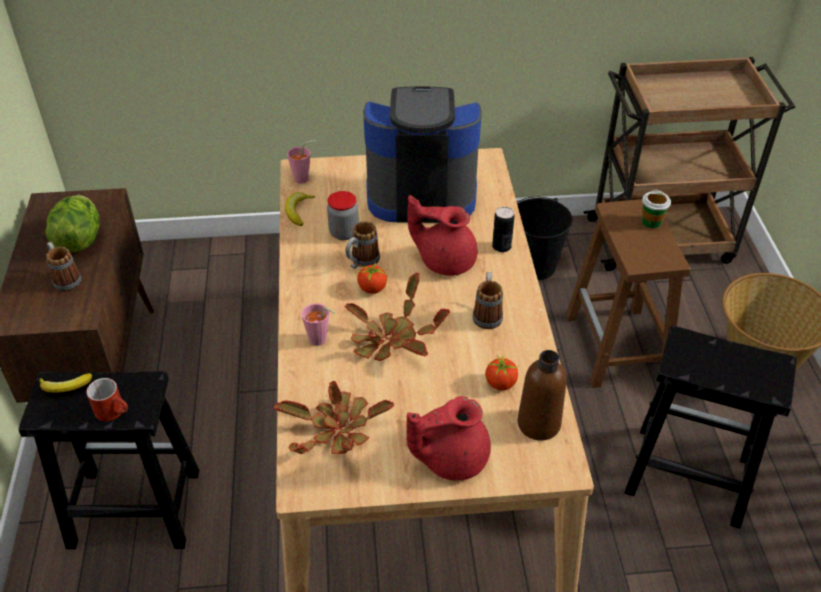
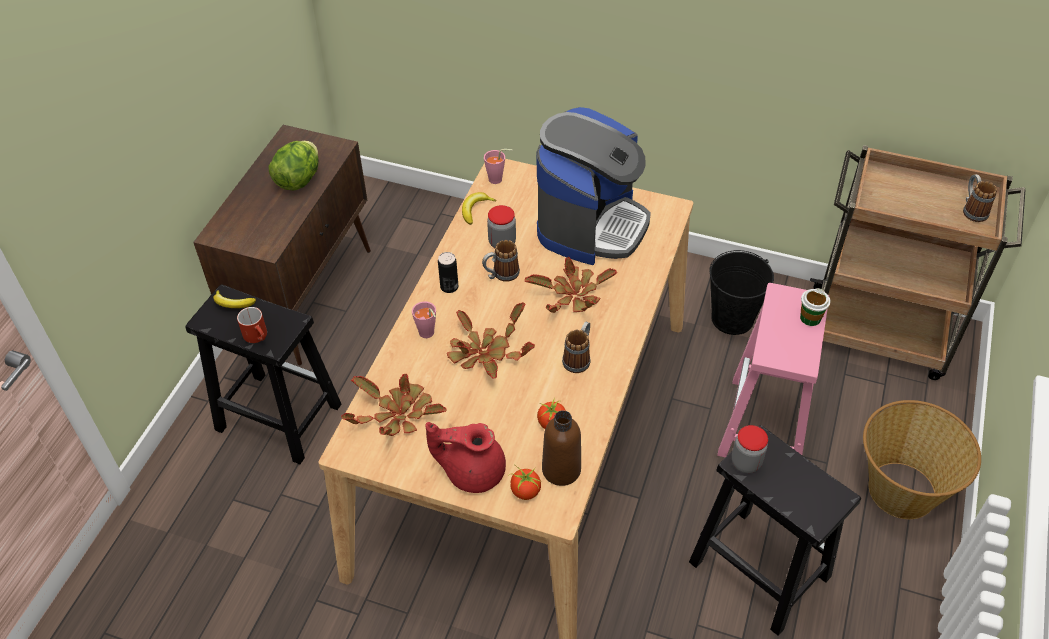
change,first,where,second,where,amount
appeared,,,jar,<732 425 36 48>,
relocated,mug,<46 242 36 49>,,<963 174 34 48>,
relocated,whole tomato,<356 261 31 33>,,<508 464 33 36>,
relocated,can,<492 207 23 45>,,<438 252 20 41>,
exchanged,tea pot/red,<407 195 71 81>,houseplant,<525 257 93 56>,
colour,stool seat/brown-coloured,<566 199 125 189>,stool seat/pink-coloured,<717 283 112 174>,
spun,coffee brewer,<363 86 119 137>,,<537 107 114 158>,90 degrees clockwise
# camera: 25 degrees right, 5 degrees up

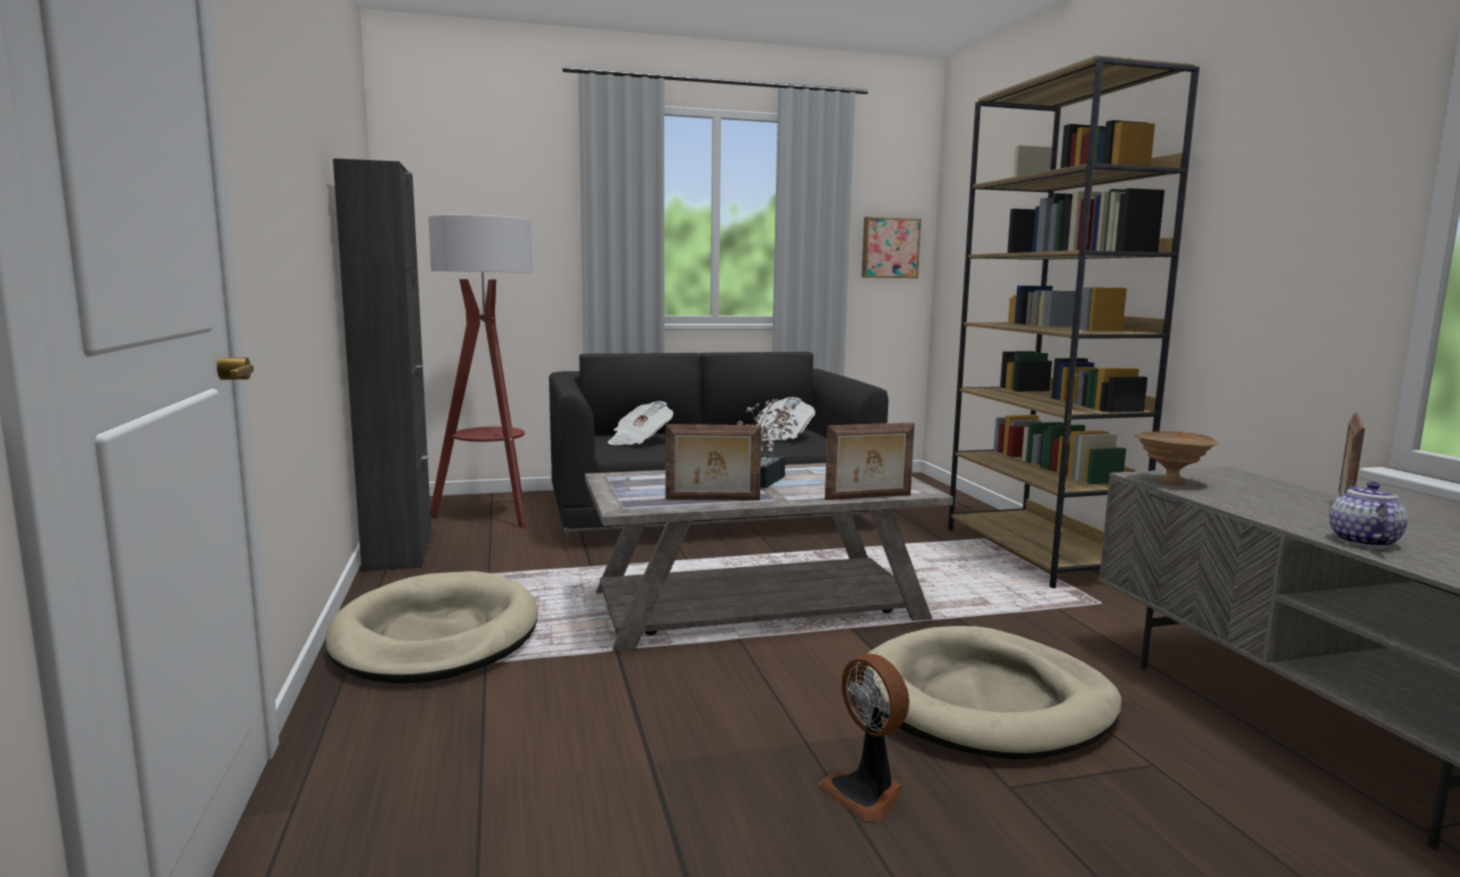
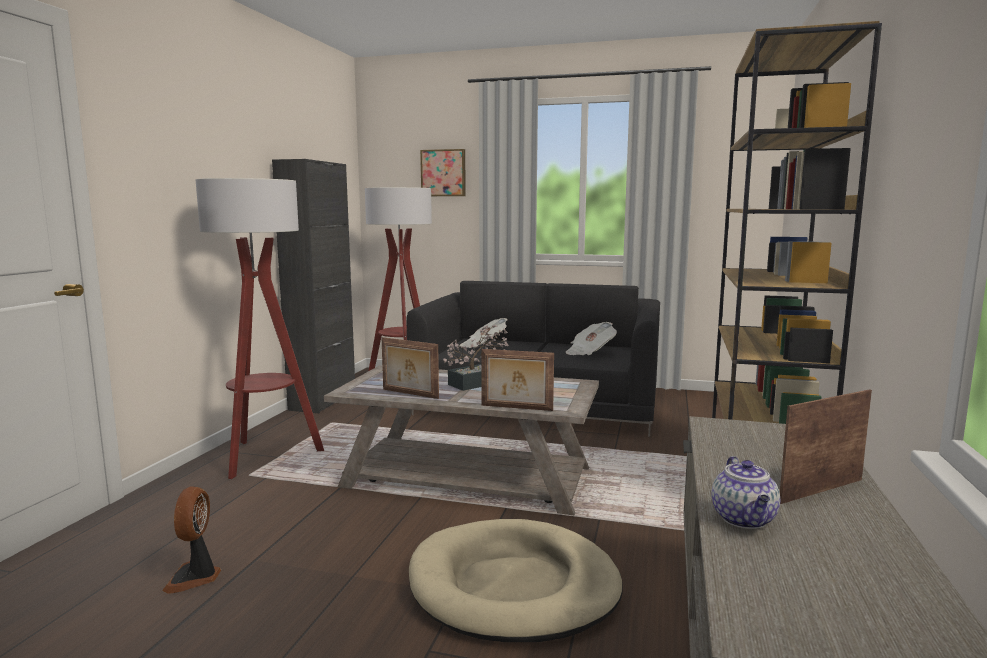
change,first,where,second,where,amount
missing,deep dish/brown-coloured,<1135 431 83 54>,,,
relocated,cooling fan,<818 653 91 169>,,<162 486 59 108>,
relocated,wall art,<862 217 59 61>,,<420 149 46 47>,
exchanged,pet bed/sand-coloured,<326 571 212 113>,floor lamp,<196 178 128 301>,
spun,tea pot,<1329 482 79 66>,,<711 456 69 73>,135 degrees clockwise
# camera: 30 degrees right, 0 degrees up

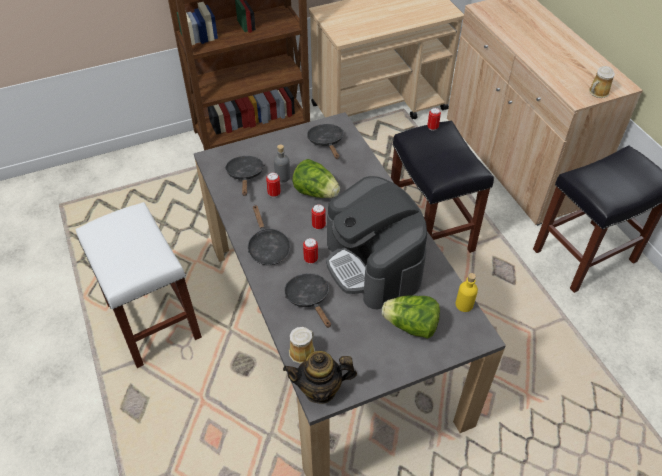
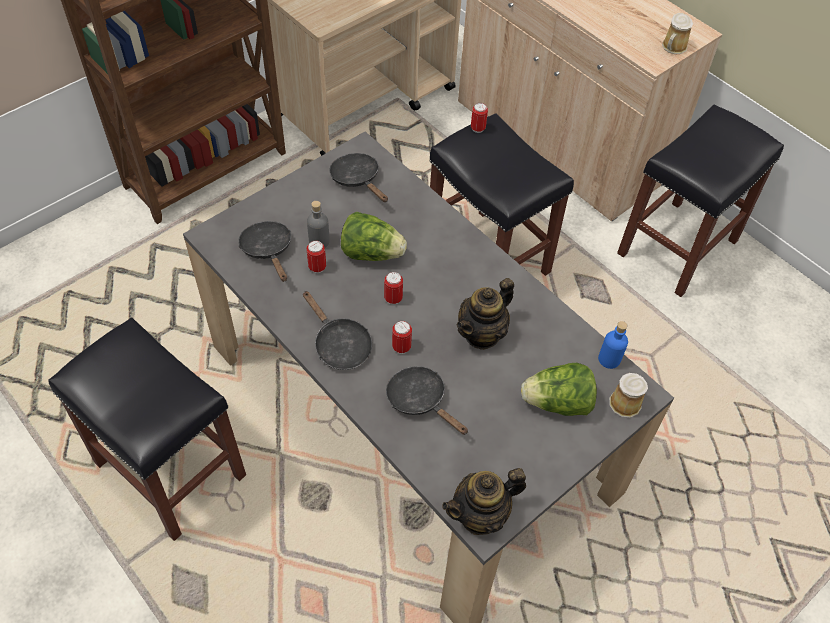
change,first,where,second,where,amount
relocated,mug,<289 327 26 37>,,<609 373 39 44>,
exchanged,coffee brewer,<326 176 101 134>,tea pot,<457 278 57 72>,
colour,stool seat/whitish,<76 202 126 166>,stool seat/blackish,<48 317 198 224>,
colour,beverage bottle/yellow,<456 273 22 39>,beverage bottle/bluish,<598 321 30 48>,
# camera: 20 degrees left, 5 degrees up

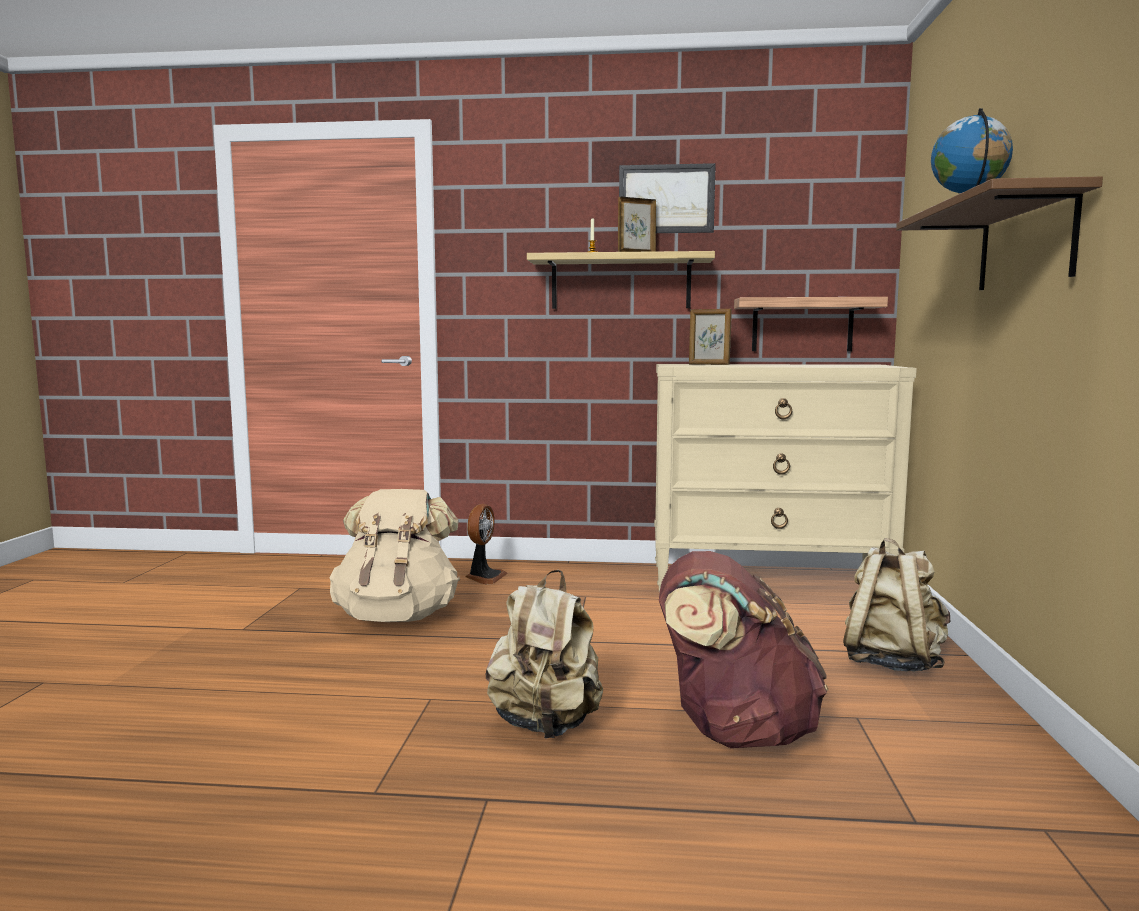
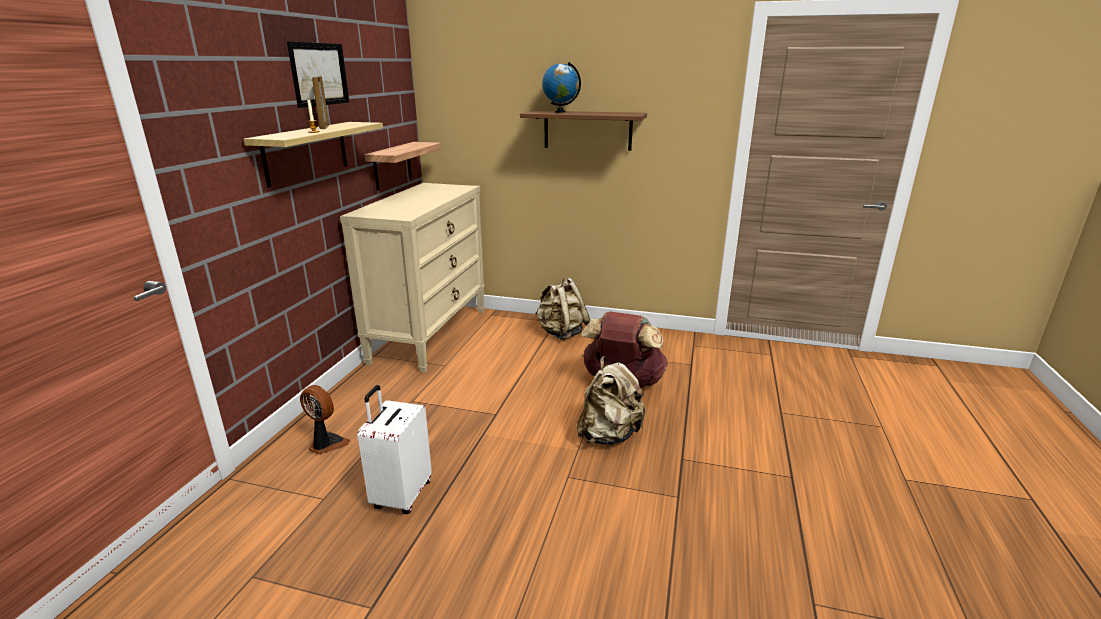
change,first,where,second,where,amount
missing,picture frame,<689 309 43 56>,,,
exchanged,backpack/sand-coloured,<330 489 130 133>,travel case/whitish,<357 385 75 129>,
# camera: 80 degrees left, 15 degrees up

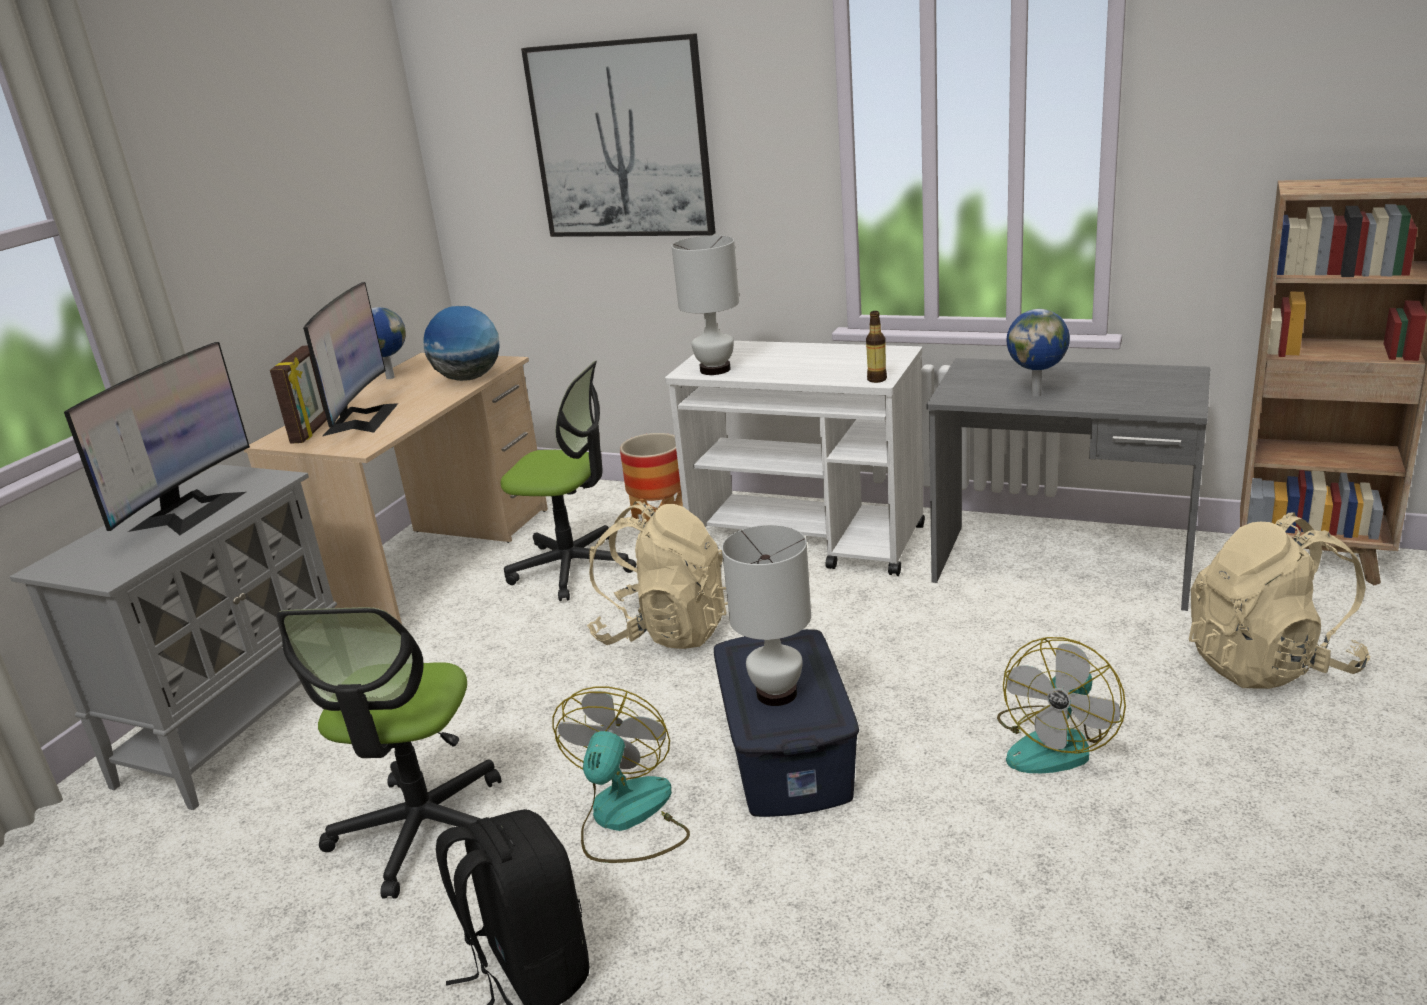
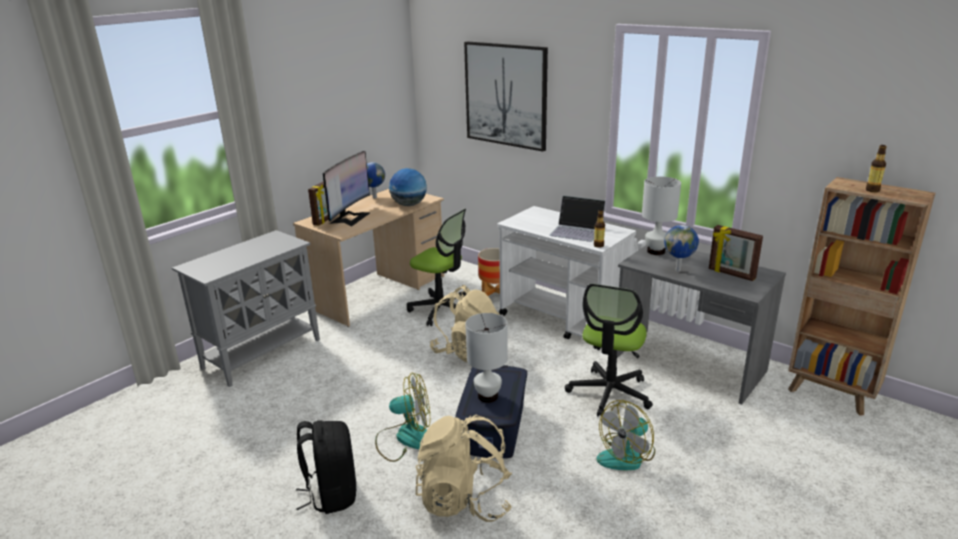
change,first,where,second,where,amount
missing,computer screen,<64 342 186 193>,,,
appeared,,,laptop,<549 196 57 46>,
appeared,,,picture frame,<709 225 54 56>,
appeared,,,beverage bottle,<866 145 21 47>,
relocated,computer chair,<276 607 225 292>,,<565 284 88 132>,
relocated,tabletop lamp/whitish,<671 235 68 140>,,<642 177 39 78>,
relocated,backpack/sand-coloured,<1189 512 181 177>,,<416 415 96 107>,
spun,cooling fan,<552 686 138 177>,,<375 372 55 90>,60 degrees clockwise
# camera: 15 degrees right, 0 degrees up

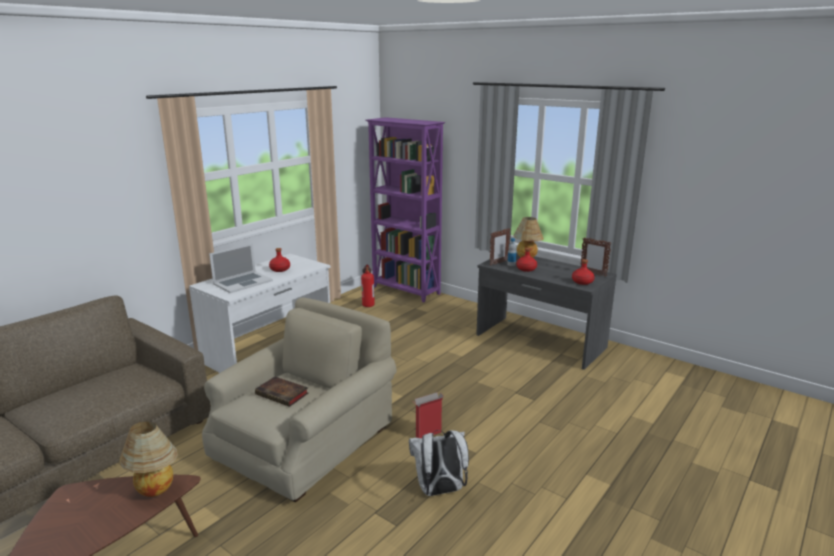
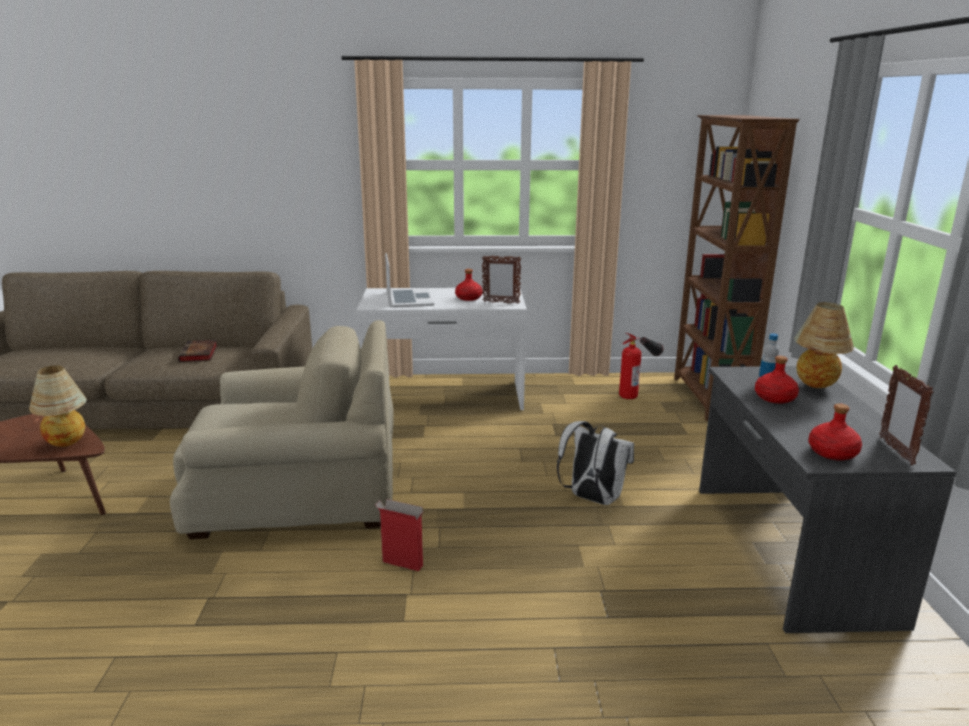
change,first,where,second,where,amount
relocated,bound book,<255 376 53 31>,,<178 340 39 22>,
relocated,backpack/whitish,<409 430 60 66>,,<557 421 77 84>,
relocated,picture frame,<490 228 20 38>,,<482 256 39 48>,
colour,bookcase/purplish,<365 117 80 186>,bookcase/brown-coloured,<674 115 126 306>,
spun,laptop,<209 243 64 50>,,<385 253 49 55>,105 degrees counterclockwise
# camera: 50 degrees right, 0 degrees up

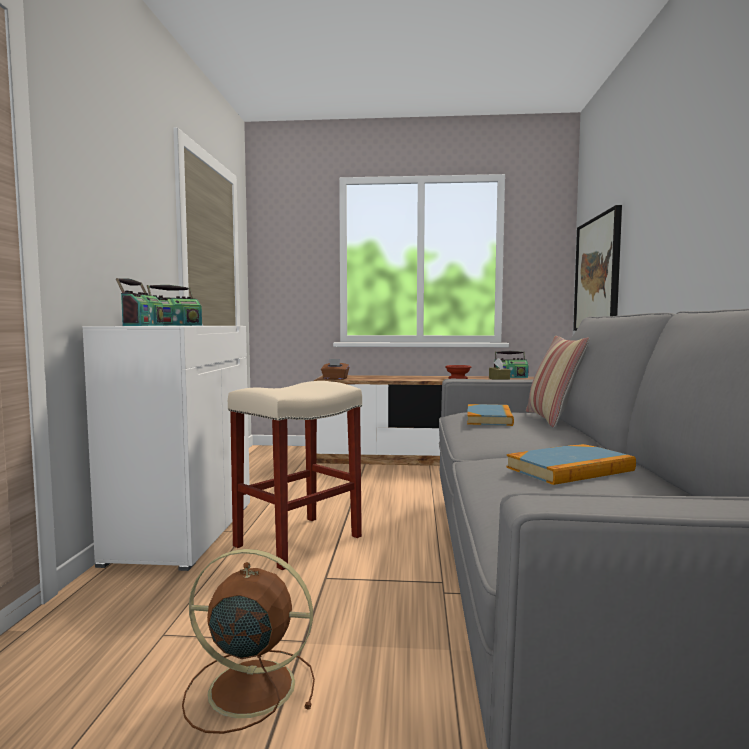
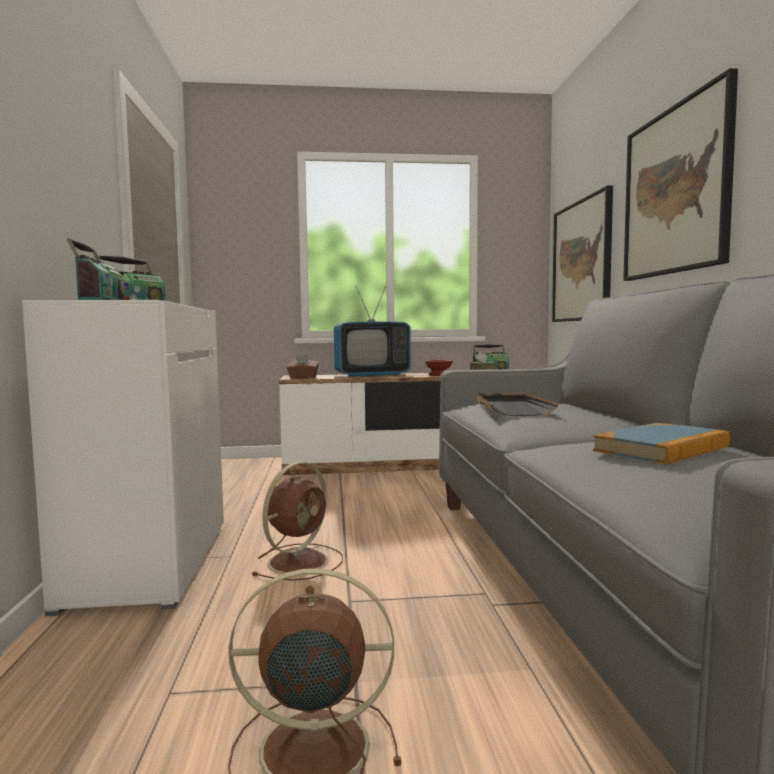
change,first,where,second,where,amount
missing,pillow,<526 336 63 92>,,,
appeared,,,TV set,<334 286 77 91>,
appeared,,,wall art,<623 68 115 213>,
exchanged,stool seat/sand-coloured,<228 381 134 189>,cooling fan/brown-coloured,<251 462 92 119>,
exchanged,bound book,<467 404 47 22>,serving tray/blackish,<477 393 81 23>,
# camera: 10 degrees left, 0 degrees up

